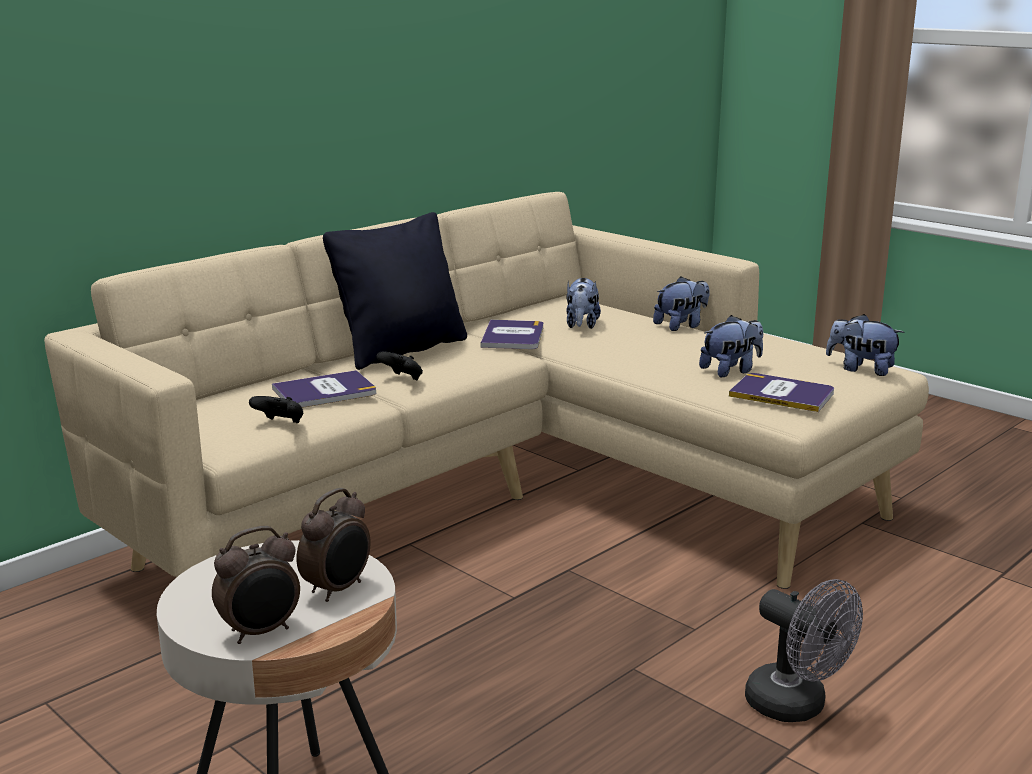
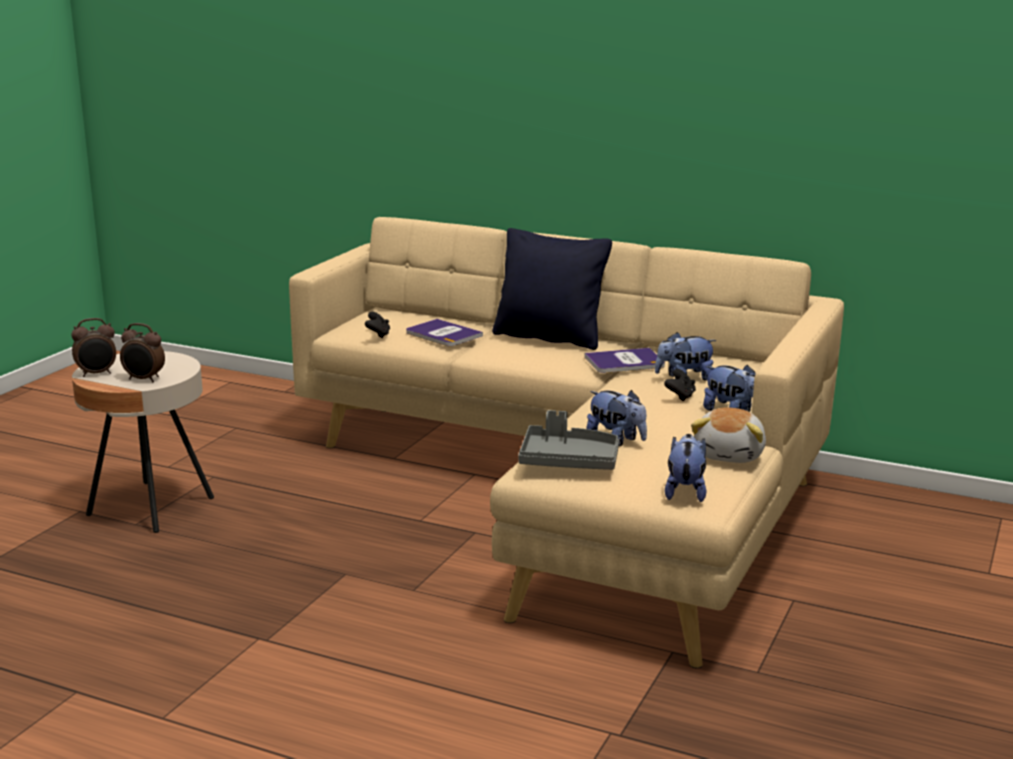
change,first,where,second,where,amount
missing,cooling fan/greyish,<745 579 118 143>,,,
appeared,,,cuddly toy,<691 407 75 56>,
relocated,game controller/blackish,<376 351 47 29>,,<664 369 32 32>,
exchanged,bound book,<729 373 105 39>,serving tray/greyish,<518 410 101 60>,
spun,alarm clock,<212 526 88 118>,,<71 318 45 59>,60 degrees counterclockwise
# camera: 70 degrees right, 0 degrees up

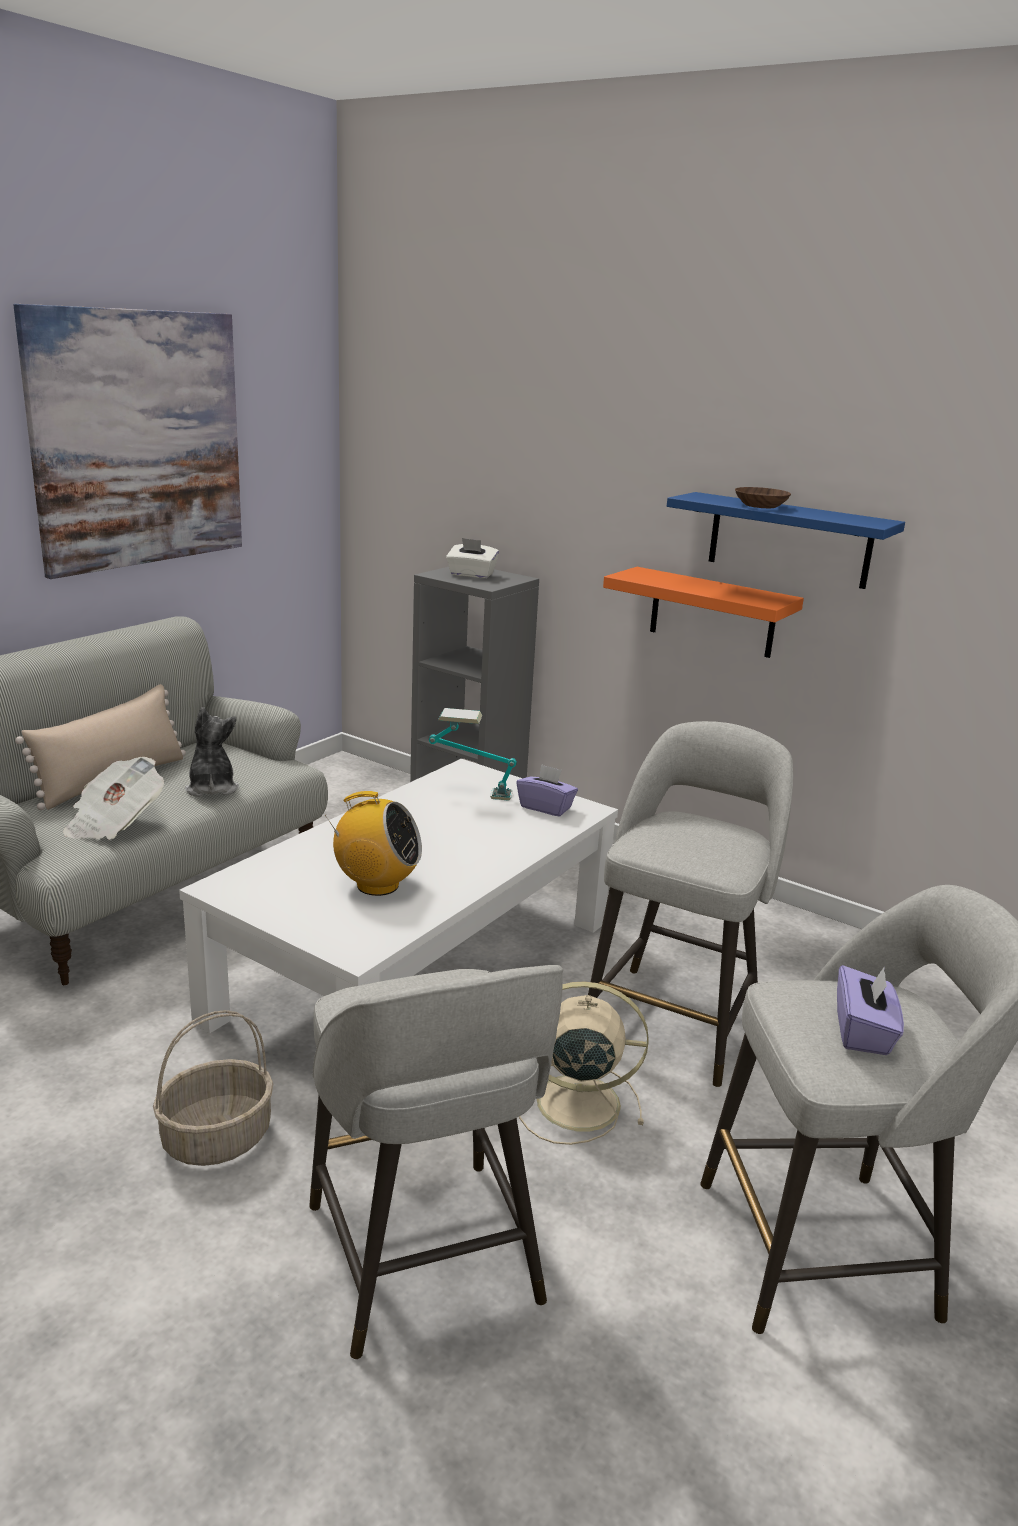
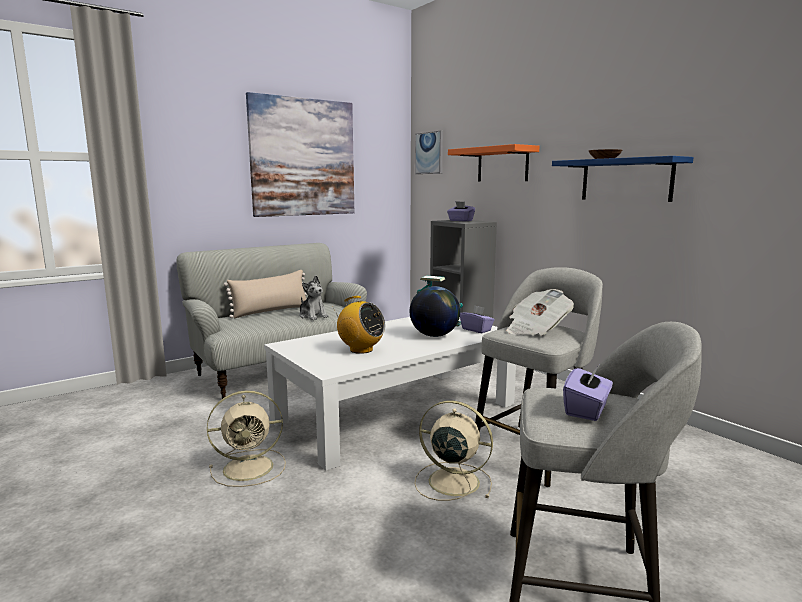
change,first,where,second,where,amount
missing,stool seat/greyish,<309 965 254 394>,,,
appeared,,,globe,<410 286 50 51>,
appeared,,,wall art,<415 131 28 43>,
relocated,printed paper,<63 757 101 83>,,<507 289 67 46>,
relocated,bracket shelf/orange-coloured,<603 567 201 91>,,<448 144 92 38>,
exchanged,household basket,<153 1010 120 156>,cooling fan/sand-coloured,<207 390 79 97>,
colour,tissue box/whitish,<446 538 53 40>,tissue box/purplish,<447 201 28 20>,
spun,cuddly toy,<185 707 54 90>,,<299 275 30 45>,135 degrees clockwise
# camera: 20 degrees right, 10 degrees down

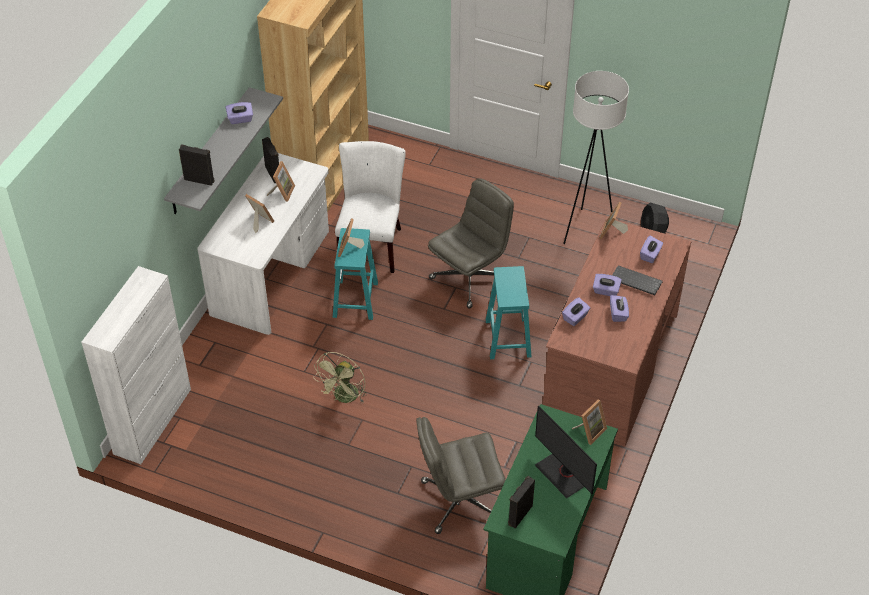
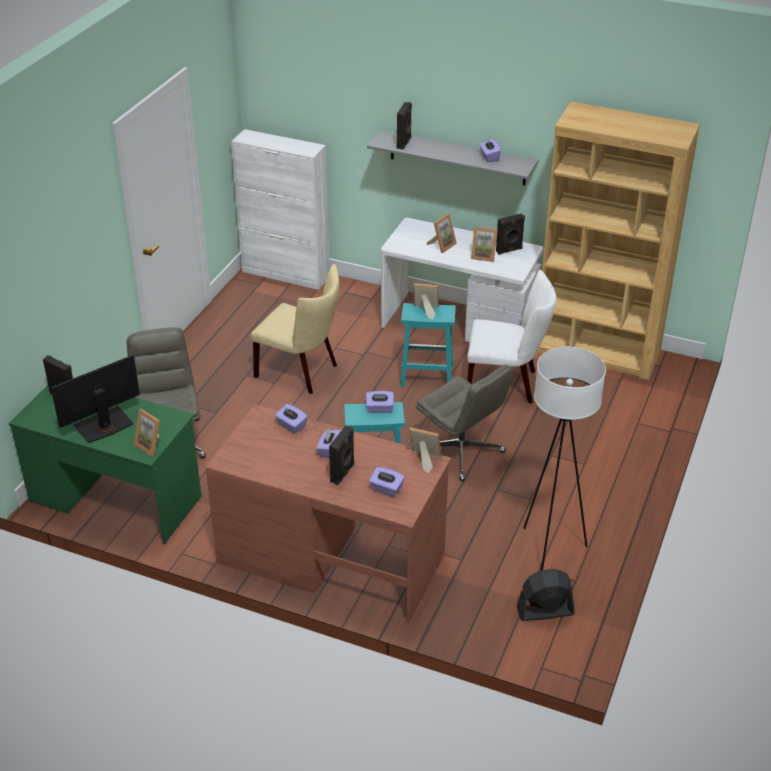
change,first,where,second,where,amount
relocated,tissue box/purplish,<610 295 19 27>,,<366 391 28 22>,
exchanged,cooling fan/green,<313 352 53 51>,chair/sand-coloured,<251 264 89 130>,
exchanged,computer keyboard,<612 265 51 30>,loudspeaker/blackish,<329 426 26 59>,
# camera: 90 degrees right, 10 degrees down

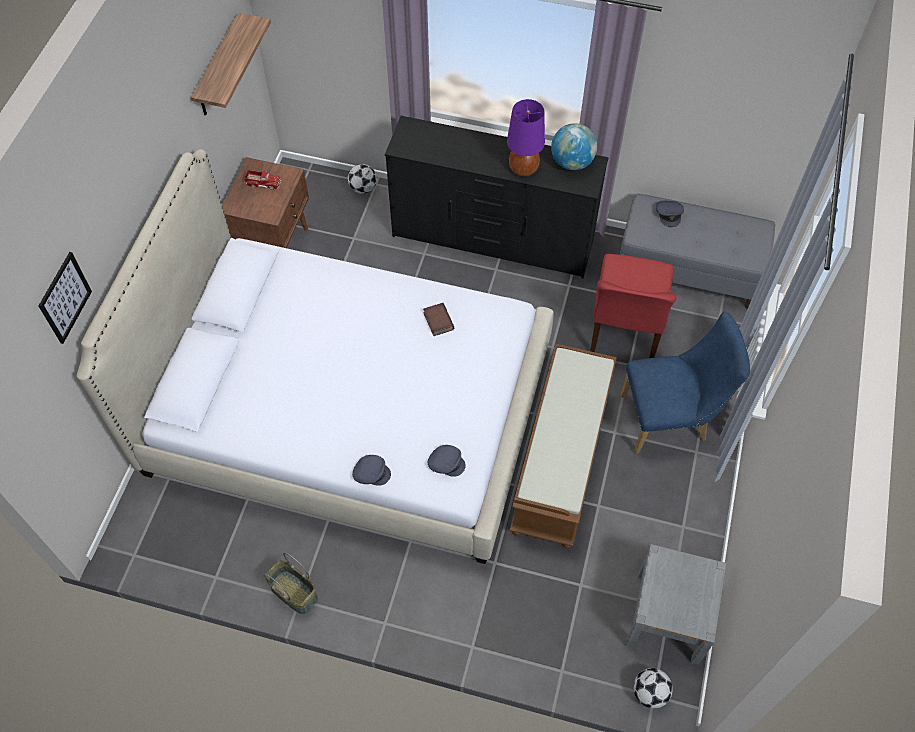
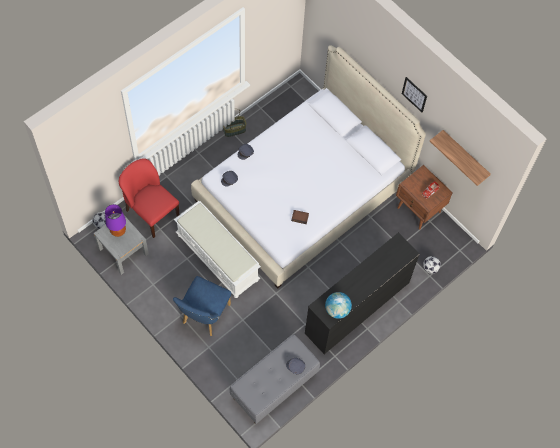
change,first,where,second,where,amount
relocated,wall art,<39 252 53 92>,,<402 77 25 35>,
relocated,tabletop lamp/purplish,<507 99 38 78>,,<105 204 21 33>,
relocated,chair/red,<590 254 87 104>,,<119 158 60 80>,
colour,indoor bench/brown-coloured,<509 344 108 204>,indoor bench/whitish,<174 201 87 97>,
# camera: 120 degrees right, 5 degrees up

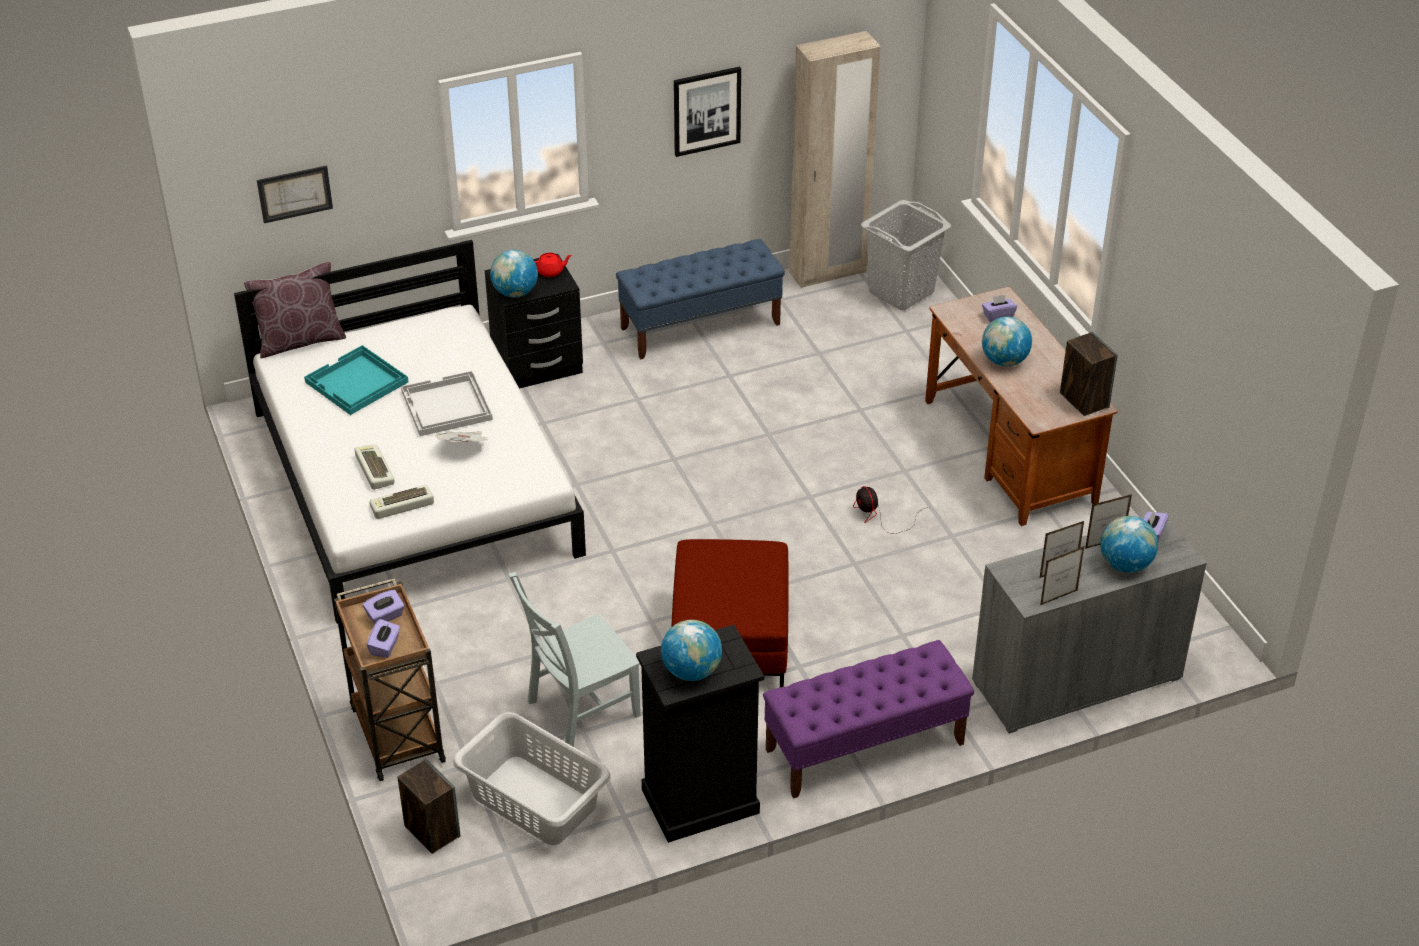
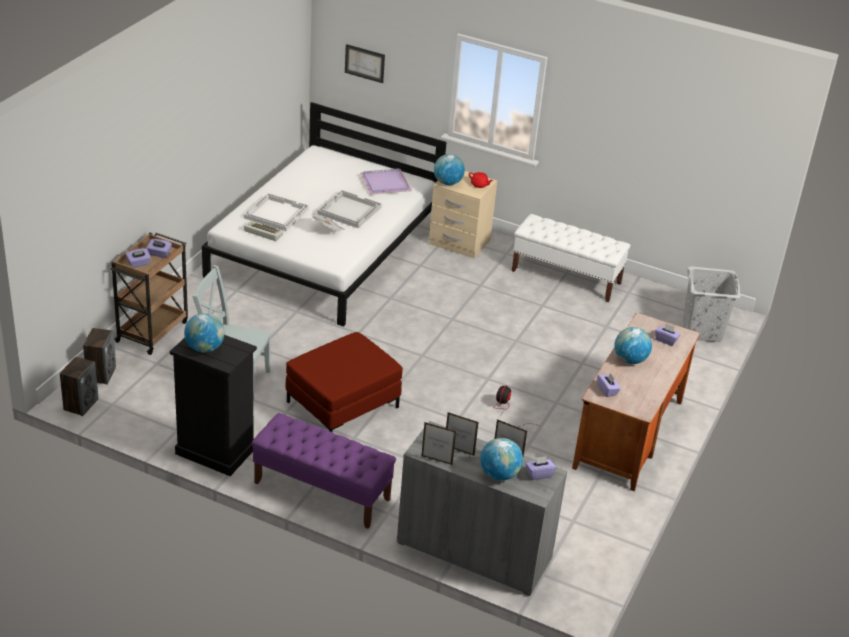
change,first,where,second,where,amount
missing,pillow/brown-coloured,<244 262 102 97>,,,
missing,serving tray/blue-green,<304 345 105 70>,,,
missing,hamper/greyish,<453 712 158 133>,,,
missing,wall art,<674 67 67 90>,,,
missing,armoire/sand-coloured,<789 31 91 257>,,,
appeared,,,serving tray/purplish,<360 169 52 26>,
appeared,,,tissue box/purplish,<597 372 23 25>,
relocated,loudspeaker,<1060 332 58 84>,,<60 357 38 59>,
exchanged,computer keyboard,<355 444 40 46>,serving tray/whitish,<244 193 65 38>,
colour,bedside table/blackish,<485 254 98 135>,bedside table/sand-coloured,<429 171 68 88>,
colour,indoor bench/bluish,<616 239 169 121>,indoor bench/whitish,<512 214 118 88>,
# camera: 45 degrees right, 5 degrees down

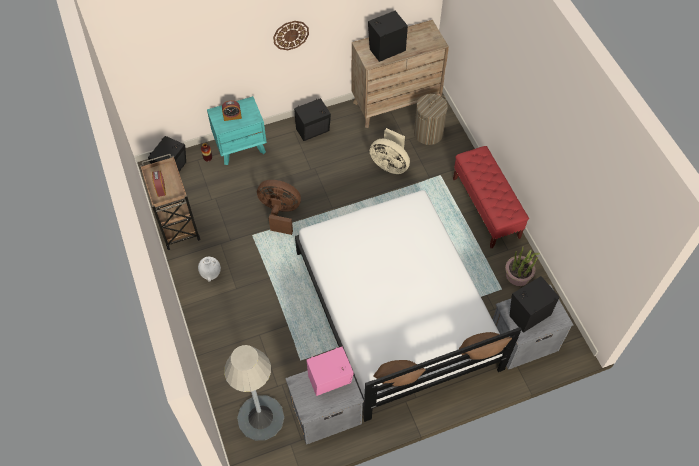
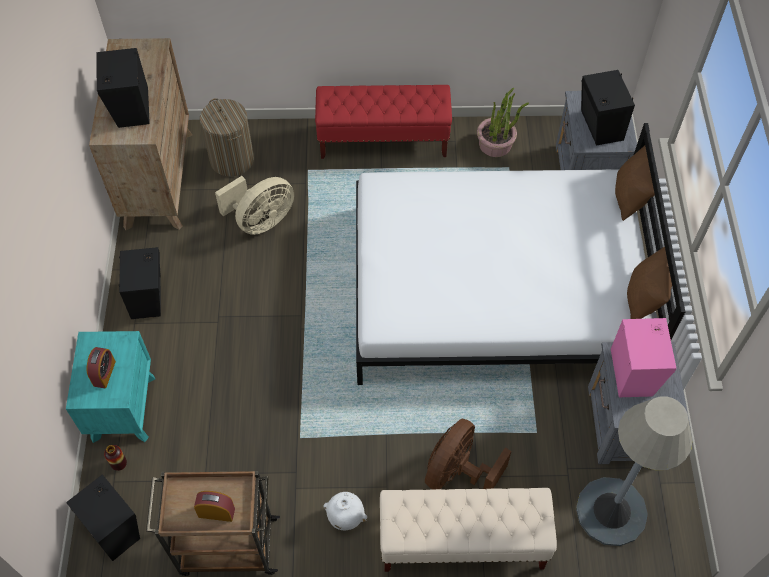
change,first,where,second,where,amount
missing,hanging clock,<273 21 36 29>,,,
appeared,,,indoor bench/sand-coloured,<380 488 177 84>,
relocated,cooling fan/brown-coloured,<257 180 44 55>,,<425 418 87 71>,
# camera: 70 degrees left, 0 degrees up

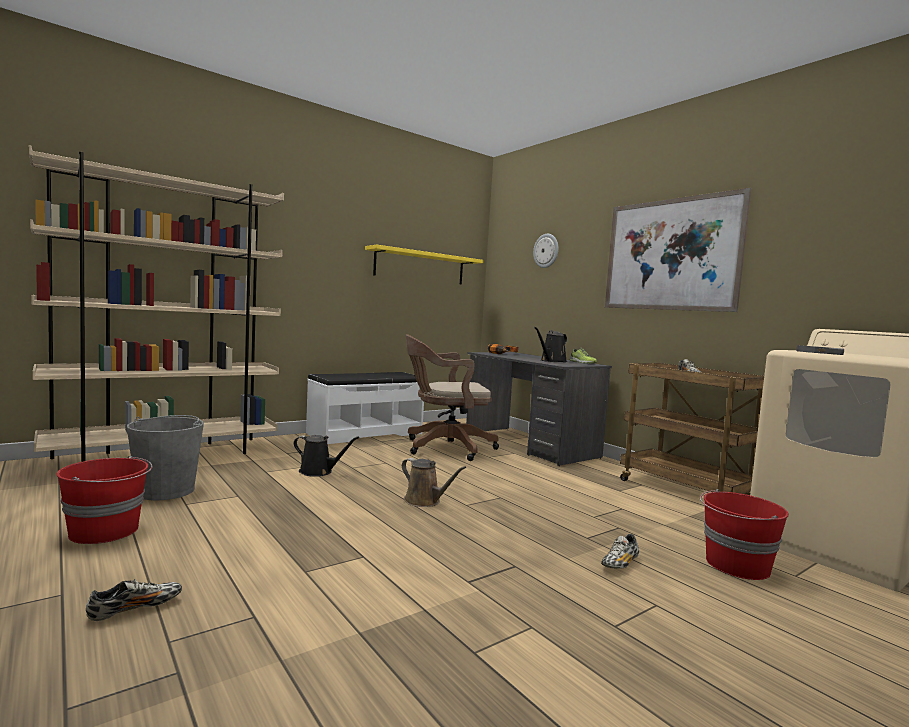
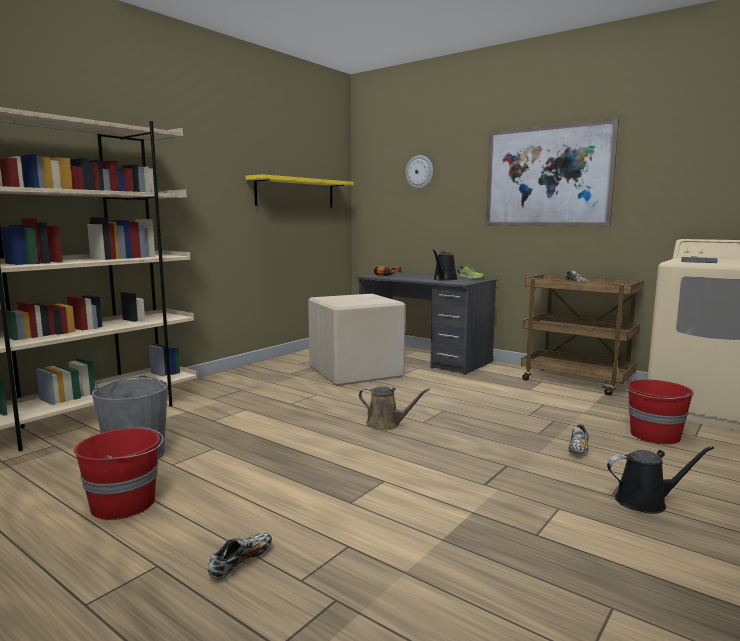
change,first,where,second,where,amount
missing,indoor bench/whitish,<306 372 118 72>,,,
relocated,watering can/blackish,<293 435 66 41>,,<607 446 107 68>,
exchanged,computer chair/brown-coloured,<405 334 94 127>,carton,<308 294 97 92>,
# camera: 15 degrees left, 5 degrees up

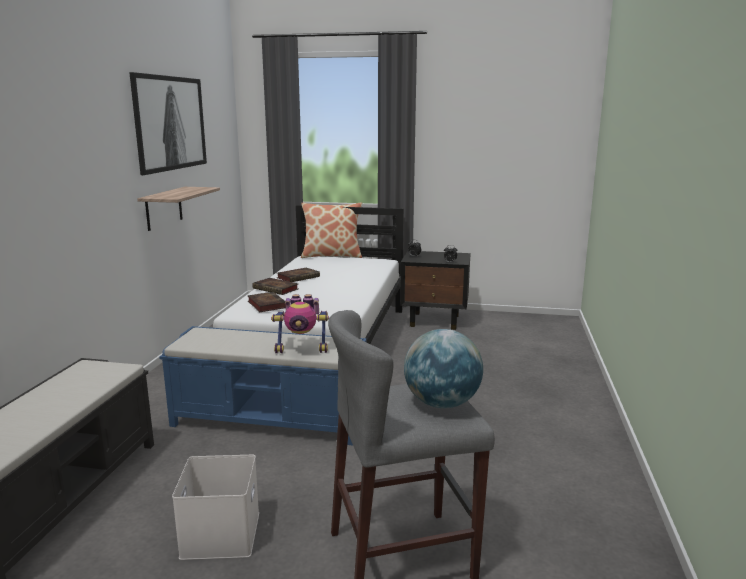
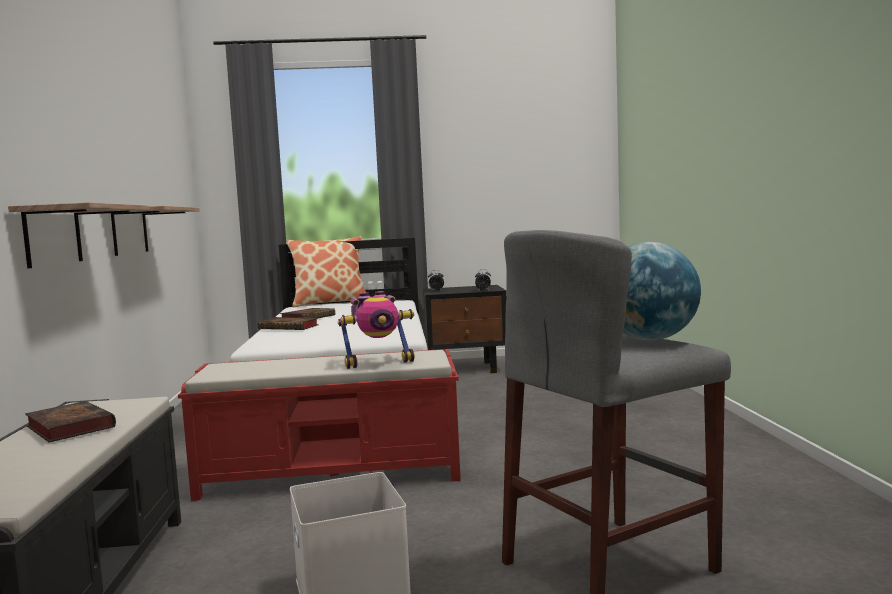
change,first,where,second,where,amount
missing,wall art,<129 72 78 103>,,,
appeared,,,bracket shelf,<8 202 141 66>,
relocated,bound book,<248 292 38 20>,,<25 401 91 41>,
colour,indoor bench/bluish,<159 326 208 119>,indoor bench/red,<178 349 283 152>,
# camera: 15 degrees left, 10 degrees down

